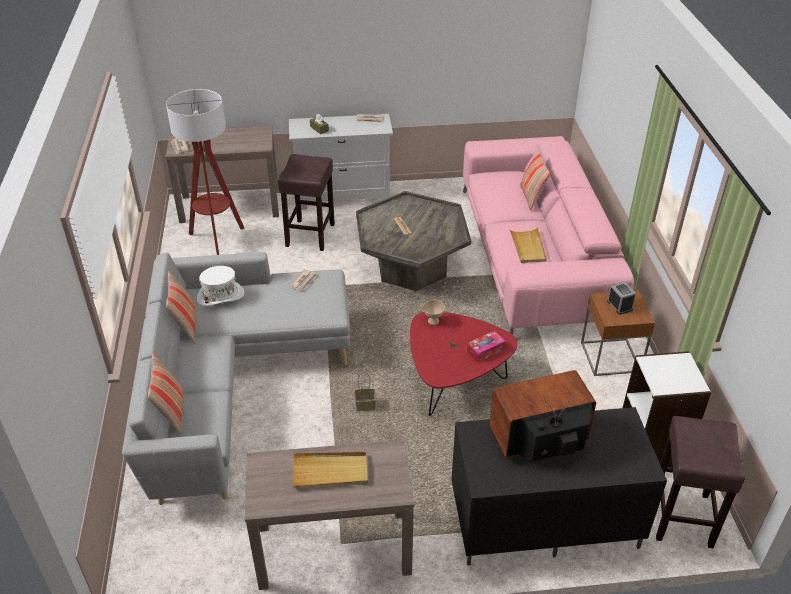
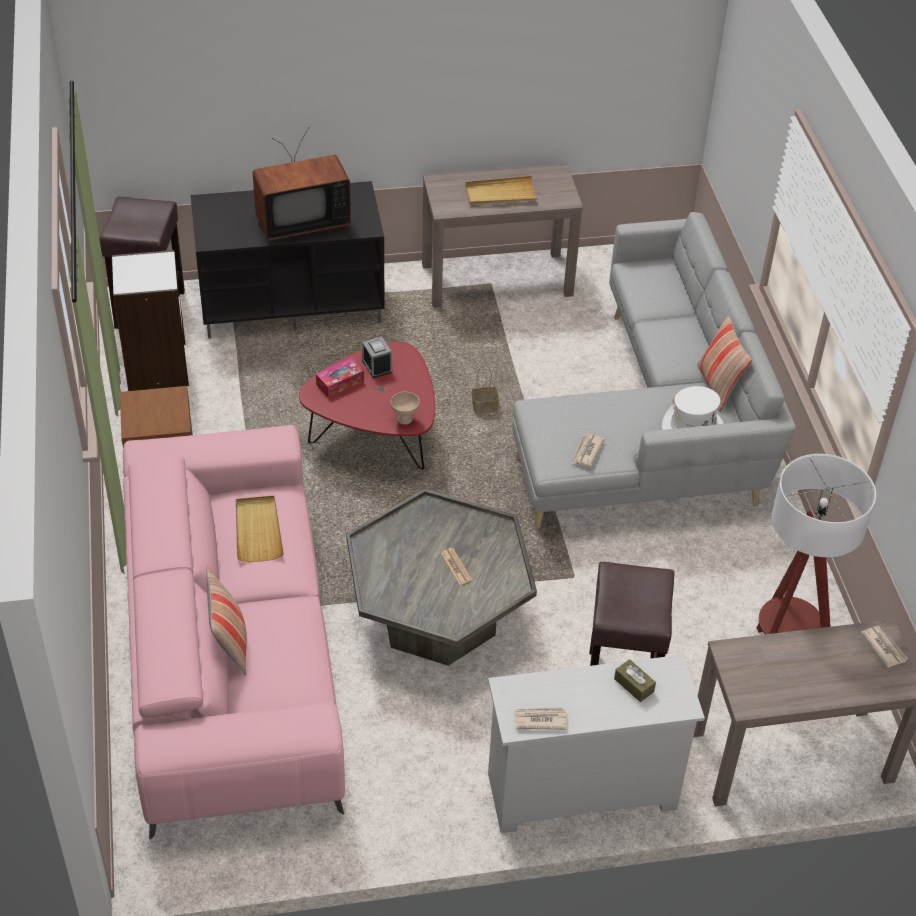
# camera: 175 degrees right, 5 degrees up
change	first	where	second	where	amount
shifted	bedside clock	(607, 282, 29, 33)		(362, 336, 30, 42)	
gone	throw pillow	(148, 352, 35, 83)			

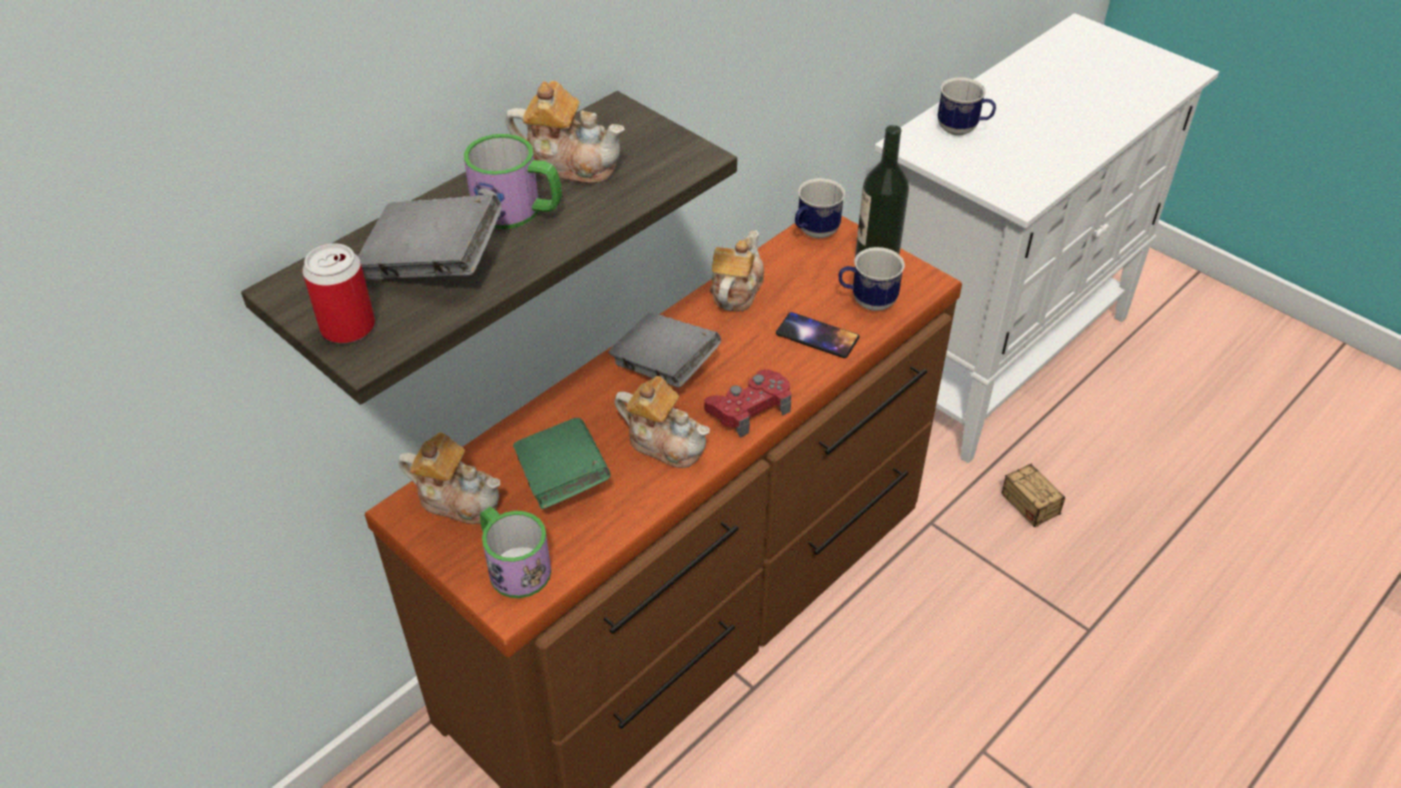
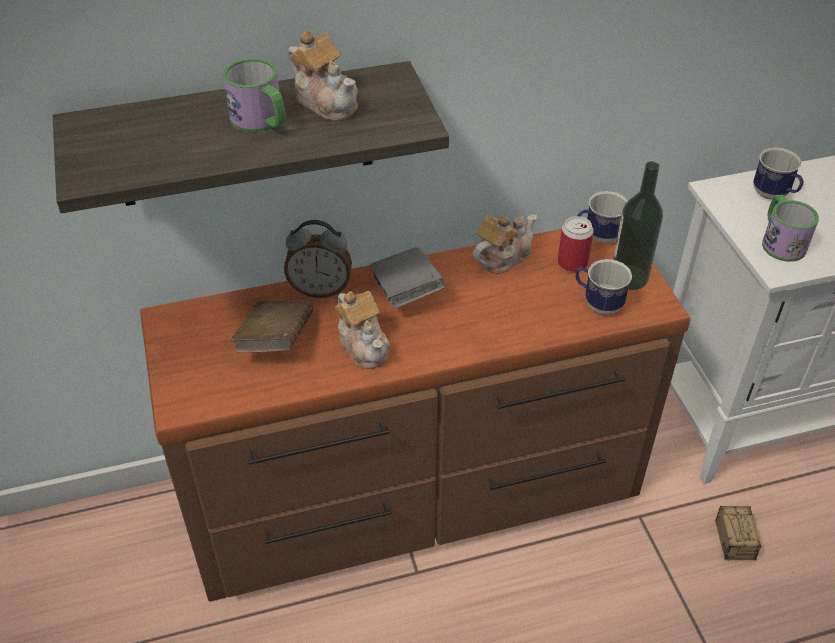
# camera: 30 degrees right, 0 degrees up
change	first	where	second	where	amount
gone	gray bound book	(358, 194, 144, 86)			
shifted	metal can	(302, 243, 73, 101)		(558, 216, 36, 56)	
gone	phone	(776, 312, 83, 46)			
gone	red-coloured joypad	(704, 369, 87, 69)			
repainted	green-coloured bound book	(513, 418, 98, 91)	brown-coloured bound book	(231, 300, 82, 53)	
gone	pot for tea	(398, 432, 102, 92)			
shifted	coffee mug	(480, 506, 71, 92)		(762, 195, 57, 67)	
new			bedside clock	(284, 220, 68, 78)	

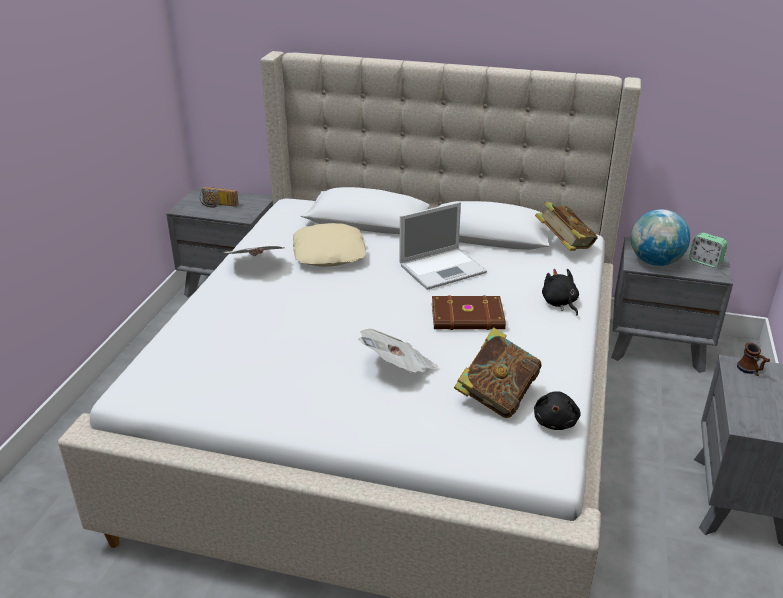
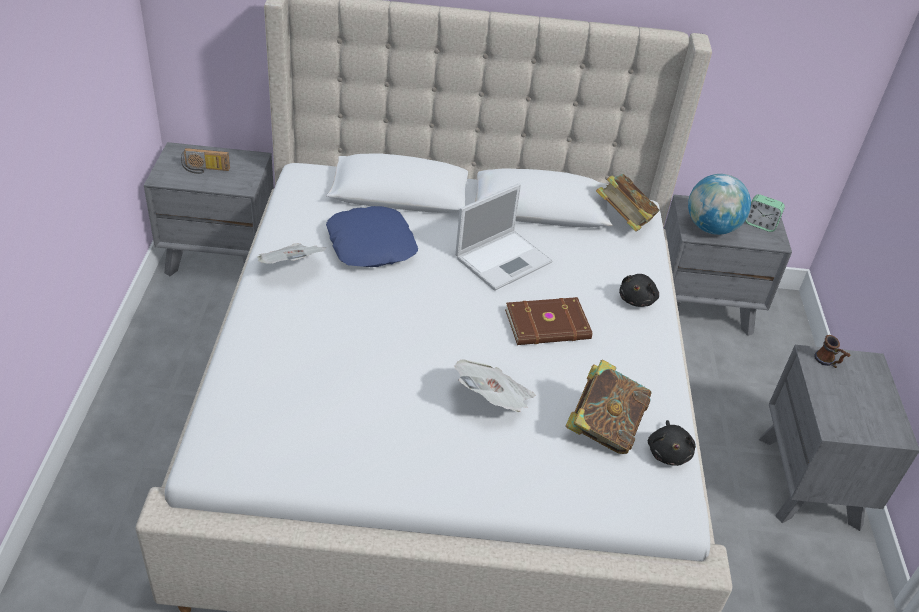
# camera: 15 degrees left, 10 degrees up
change	first	where	second	where	amount
repainted	sand-coloured throw pillow	(293, 223, 73, 44)	blue-coloured throw pillow	(326, 206, 92, 61)	
rotated	blackish plush toy	(542, 269, 37, 47)		(619, 274, 40, 33)	120 degrees counterclockwise

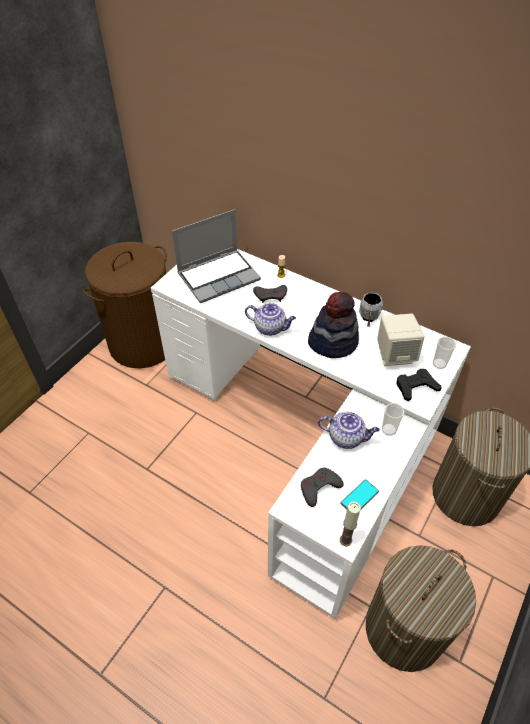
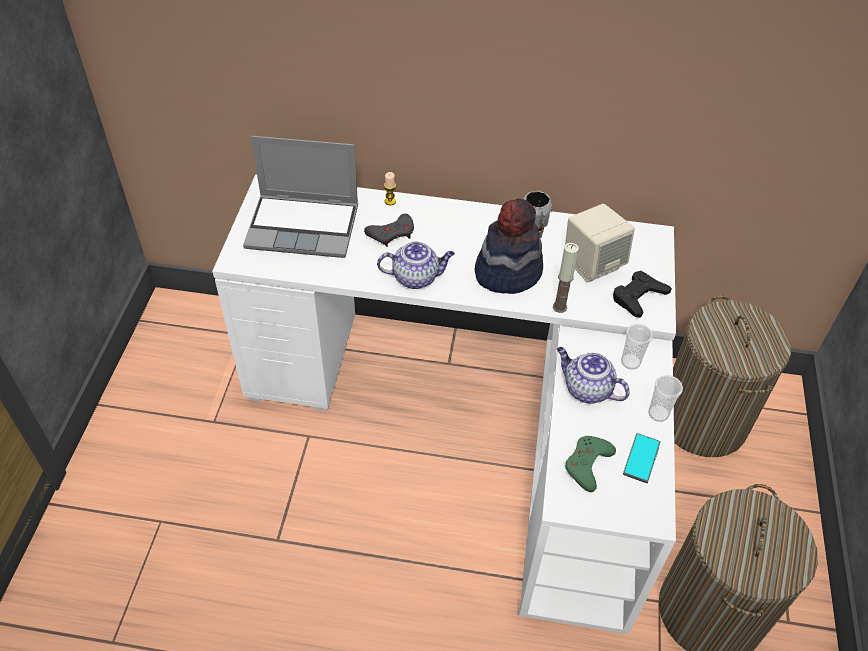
# camera: 25 degrees left, 0 degrees up
change	first	where	second	where	amount
rotated	laptop	(172, 209, 89, 94)		(243, 136, 115, 122)	60 degrees clockwise
gone	brown-coloured laundry basket	(83, 242, 84, 126)			
shifted	small cup	(433, 337, 23, 32)		(648, 375, 35, 47)	
rotated	pot for tea	(318, 412, 62, 37)		(557, 347, 73, 57)	135 degrees counterclockwise
repainted	gray joypad	(301, 468, 43, 39)	green-coloured joypad	(565, 436, 51, 56)	
shifted	wax light	(340, 501, 21, 46)		(553, 243, 26, 70)	

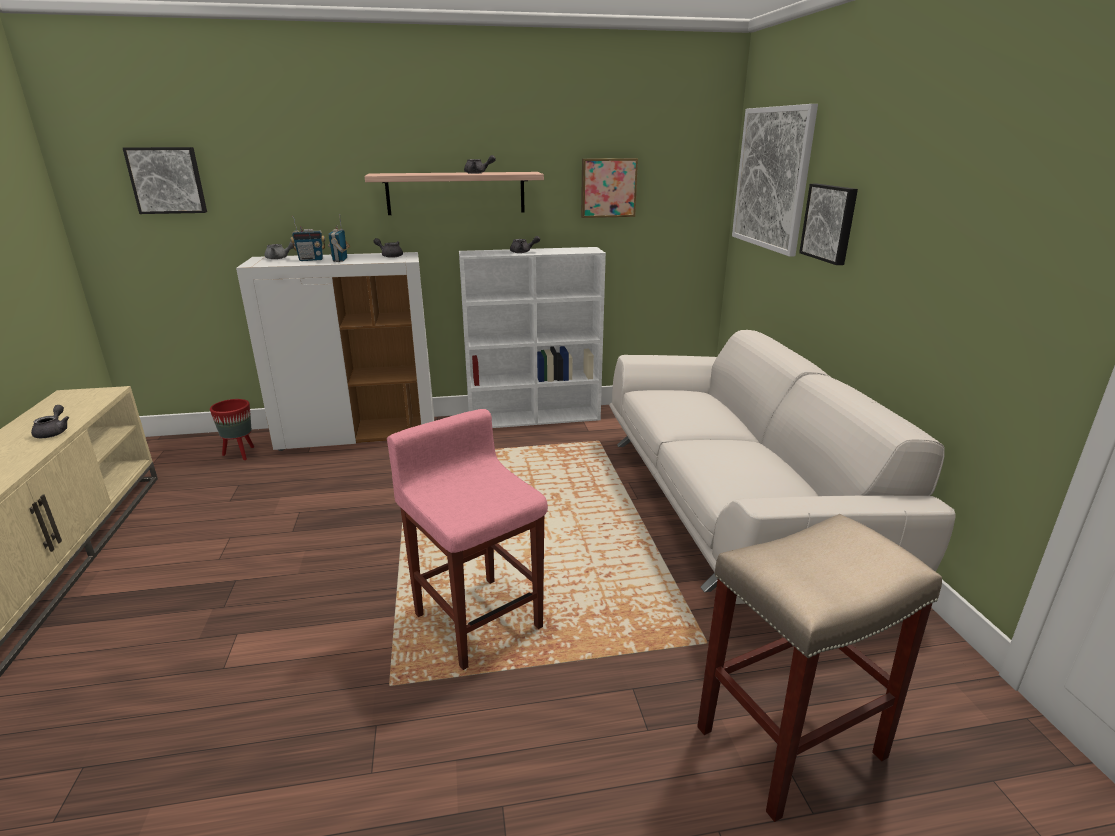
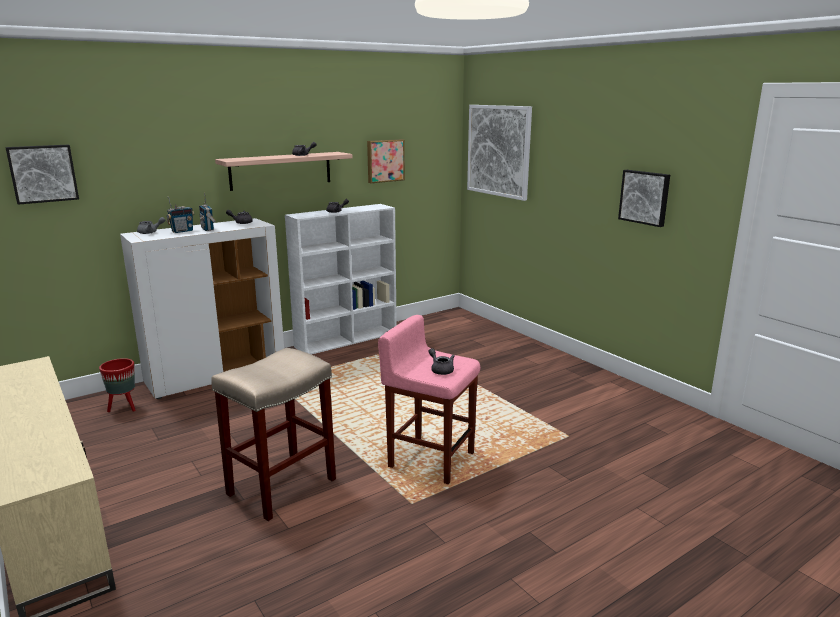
# camera: 25 degrees left, 5 degrees down
change	first	where	second	where	amount
shifted	wall art	(799, 184, 59, 81)		(618, 170, 52, 57)	
gone	whitish settee	(609, 330, 347, 274)			
shifted	gray pot for tea	(31, 405, 38, 33)		(429, 348, 26, 27)	
shifted	sand-coloured sitting stool	(697, 514, 245, 308)		(211, 348, 125, 173)	

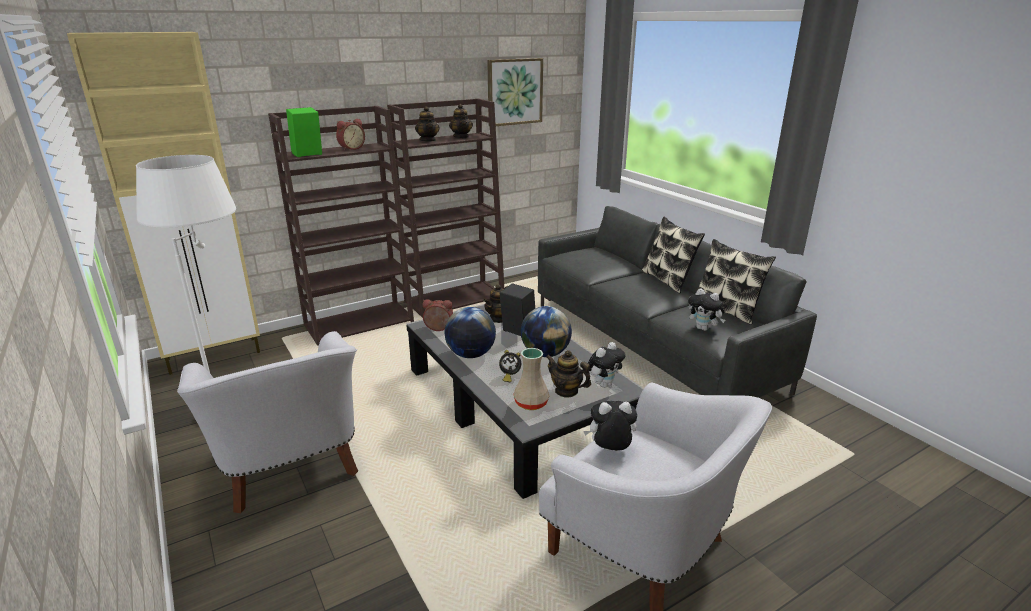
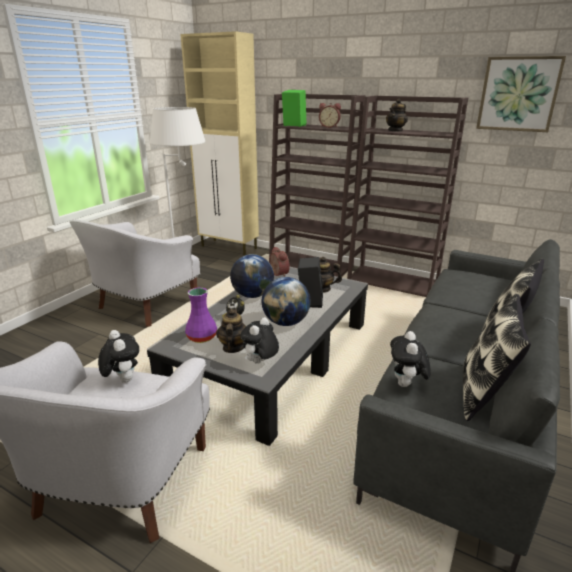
# camera: 60 degrees right, 0 degrees up
change	first	where	second	where	amount
gone	pot for tea	(449, 104, 24, 34)			
rotated	plush toy	(588, 342, 37, 46)		(240, 317, 39, 47)	105 degrees clockwise
repainted	sand-coloured flower vase	(514, 348, 35, 62)	purple flower vase	(185, 288, 32, 55)	

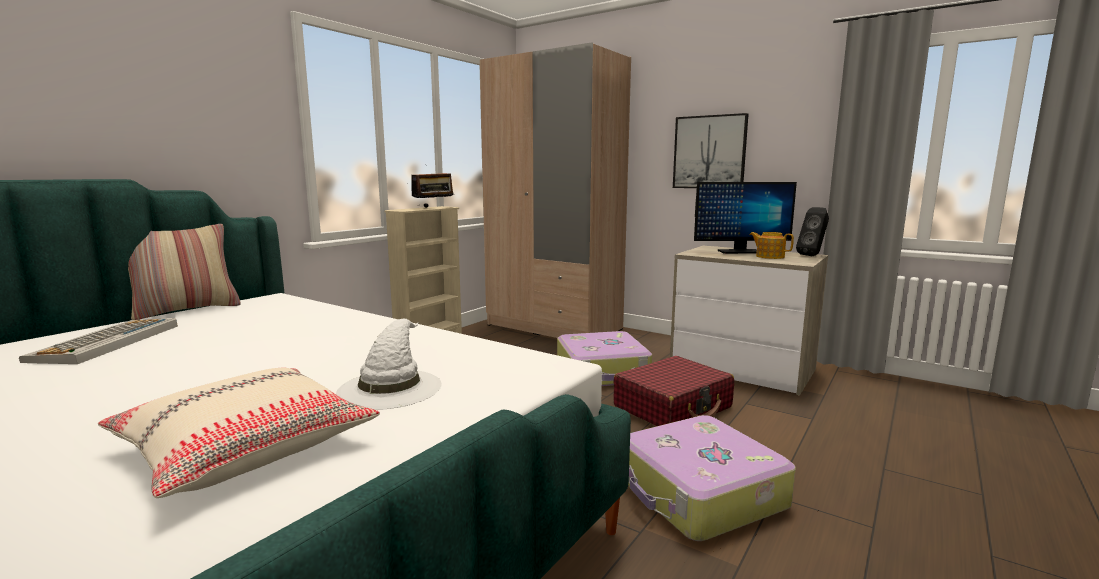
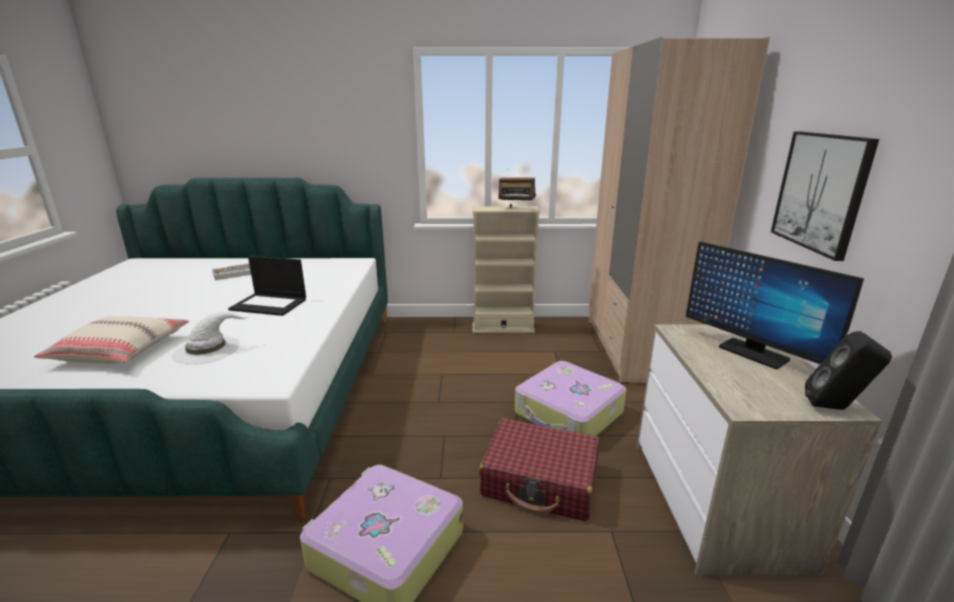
# camera: 55 degrees right, 10 degrees up
change	first	where	second	where	amount
gone	throw pillow	(128, 224, 113, 96)			
gone	pot for tea	(749, 232, 45, 27)			
new			laptop	(228, 256, 78, 60)	

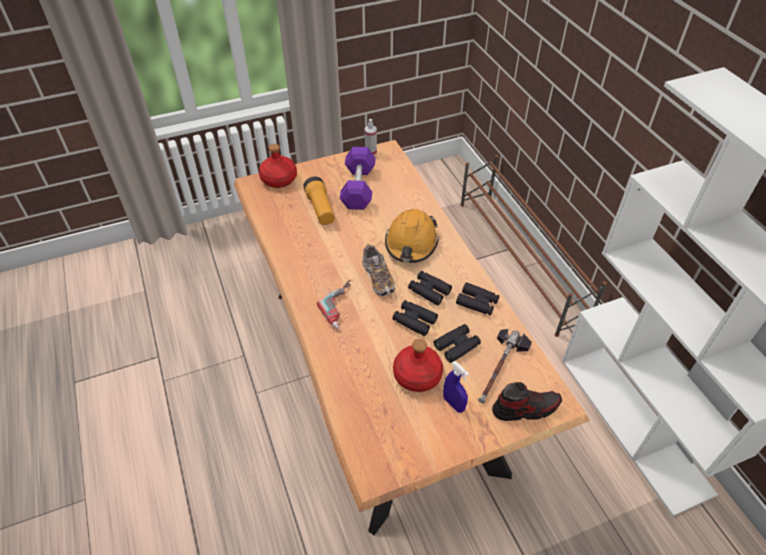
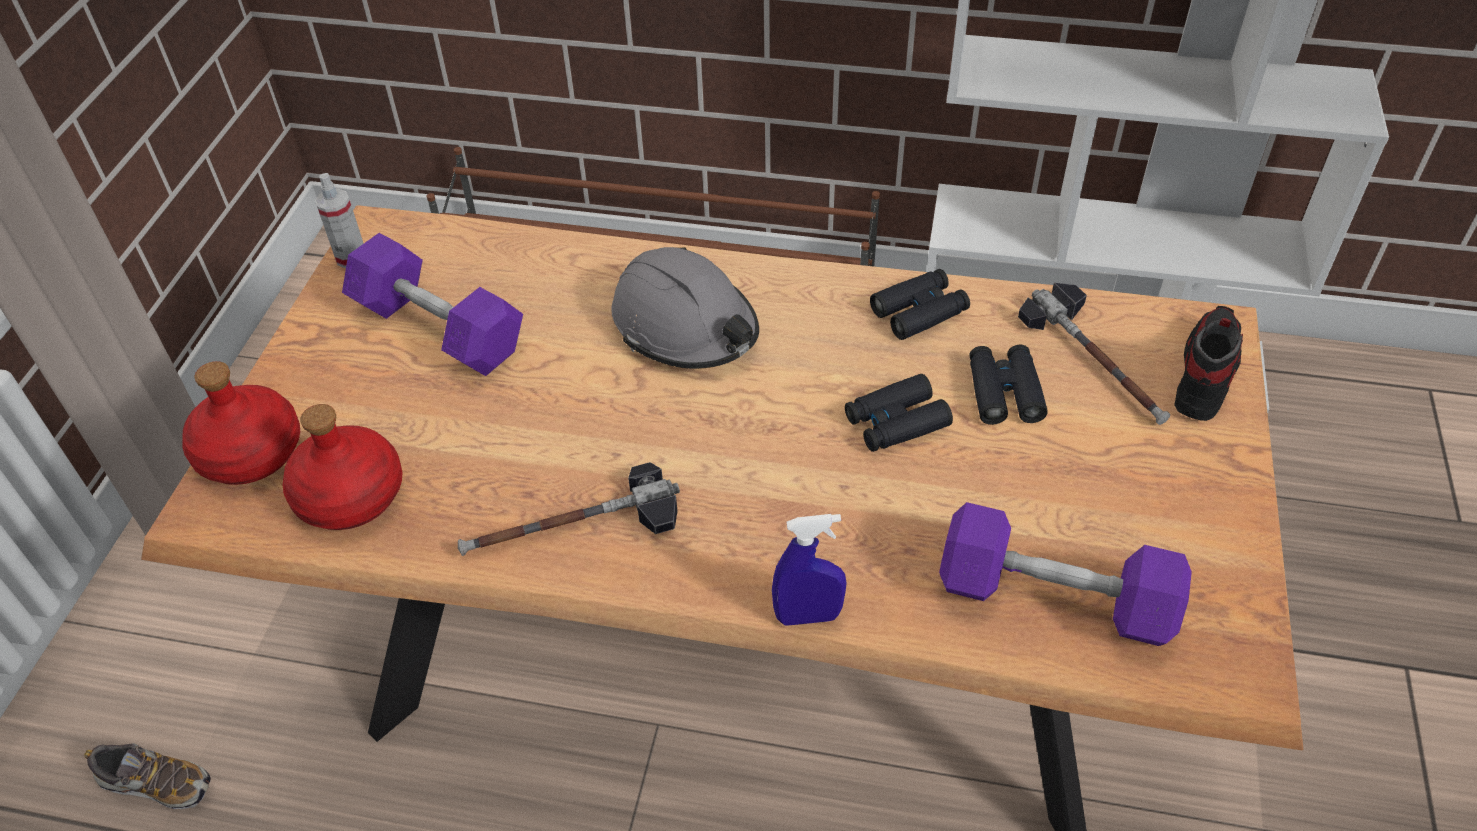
# camera: 55 degrees left, 0 degrees up
change	first	where	second	where	amount
gone	torch	(303, 176, 32, 49)			
repainted	orange-coloured safety helmet	(385, 209, 54, 54)	gray safety helmet	(611, 247, 148, 122)	
shifted	item of footwear	(362, 244, 33, 52)		(84, 743, 127, 66)	
gone	blackish pair of binoculars	(408, 271, 44, 34)			
gone	electric drill	(317, 280, 34, 49)			
shifted	red-coloured drink bottle	(393, 339, 50, 53)		(283, 404, 120, 126)	
shifted	blue-coloured spray bottle	(443, 361, 26, 52)		(772, 514, 75, 112)	
new			hammer	(458, 462, 222, 94)	
new			purple free weight	(939, 502, 253, 144)	

